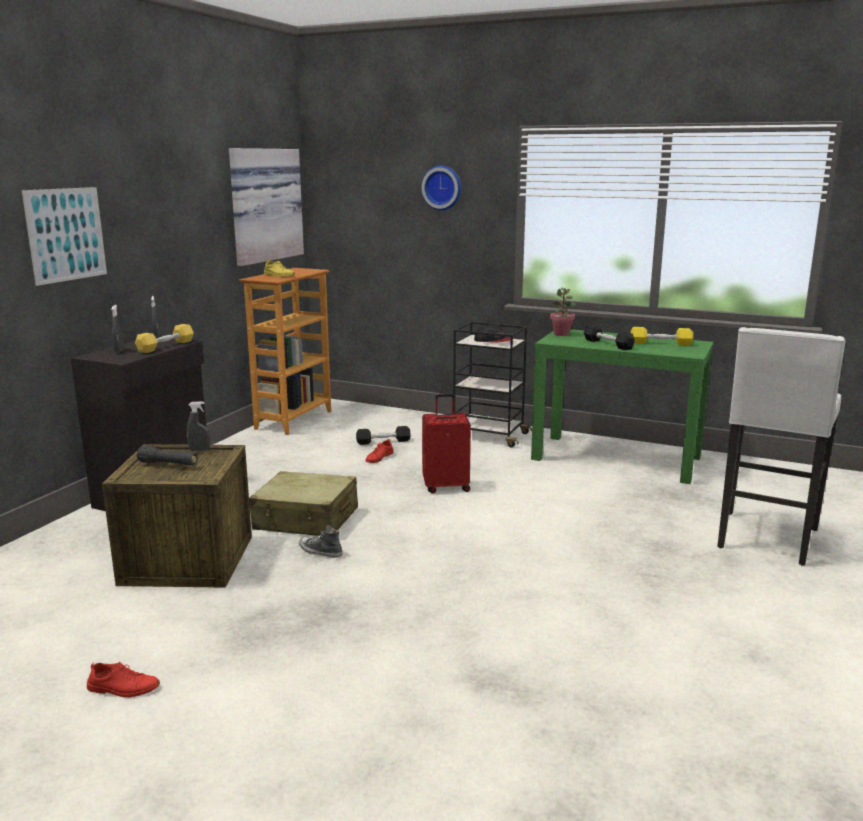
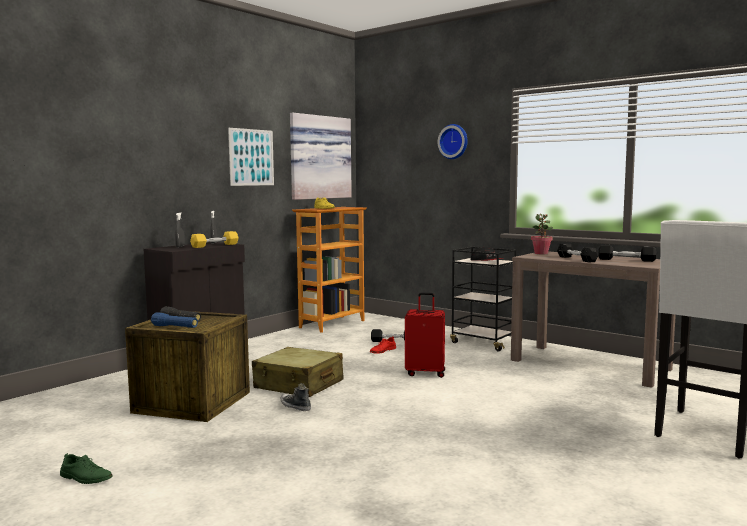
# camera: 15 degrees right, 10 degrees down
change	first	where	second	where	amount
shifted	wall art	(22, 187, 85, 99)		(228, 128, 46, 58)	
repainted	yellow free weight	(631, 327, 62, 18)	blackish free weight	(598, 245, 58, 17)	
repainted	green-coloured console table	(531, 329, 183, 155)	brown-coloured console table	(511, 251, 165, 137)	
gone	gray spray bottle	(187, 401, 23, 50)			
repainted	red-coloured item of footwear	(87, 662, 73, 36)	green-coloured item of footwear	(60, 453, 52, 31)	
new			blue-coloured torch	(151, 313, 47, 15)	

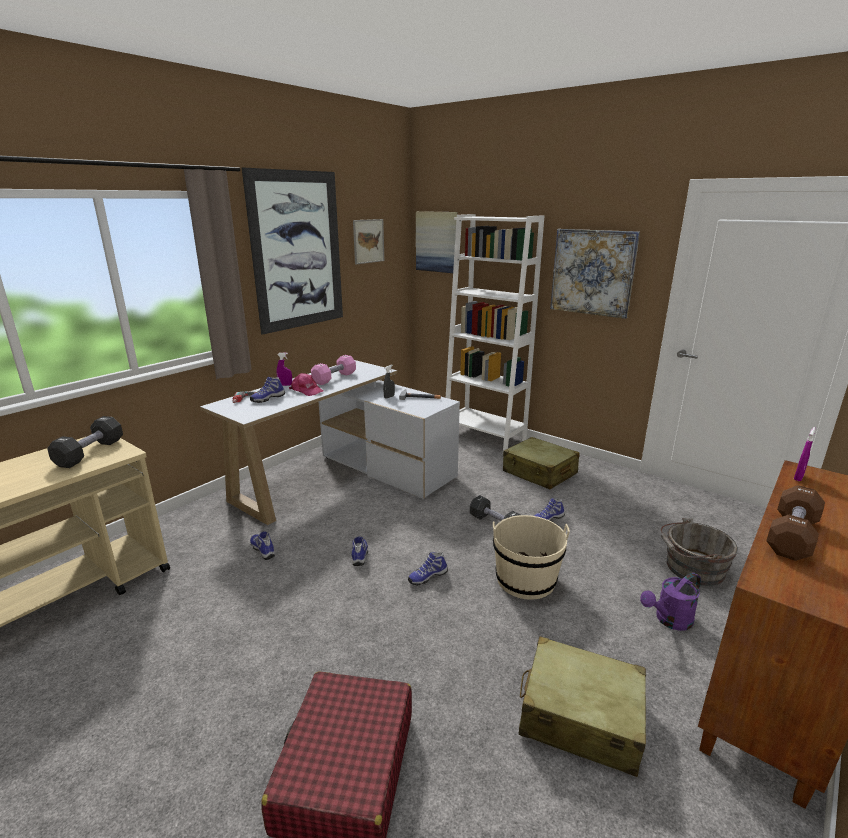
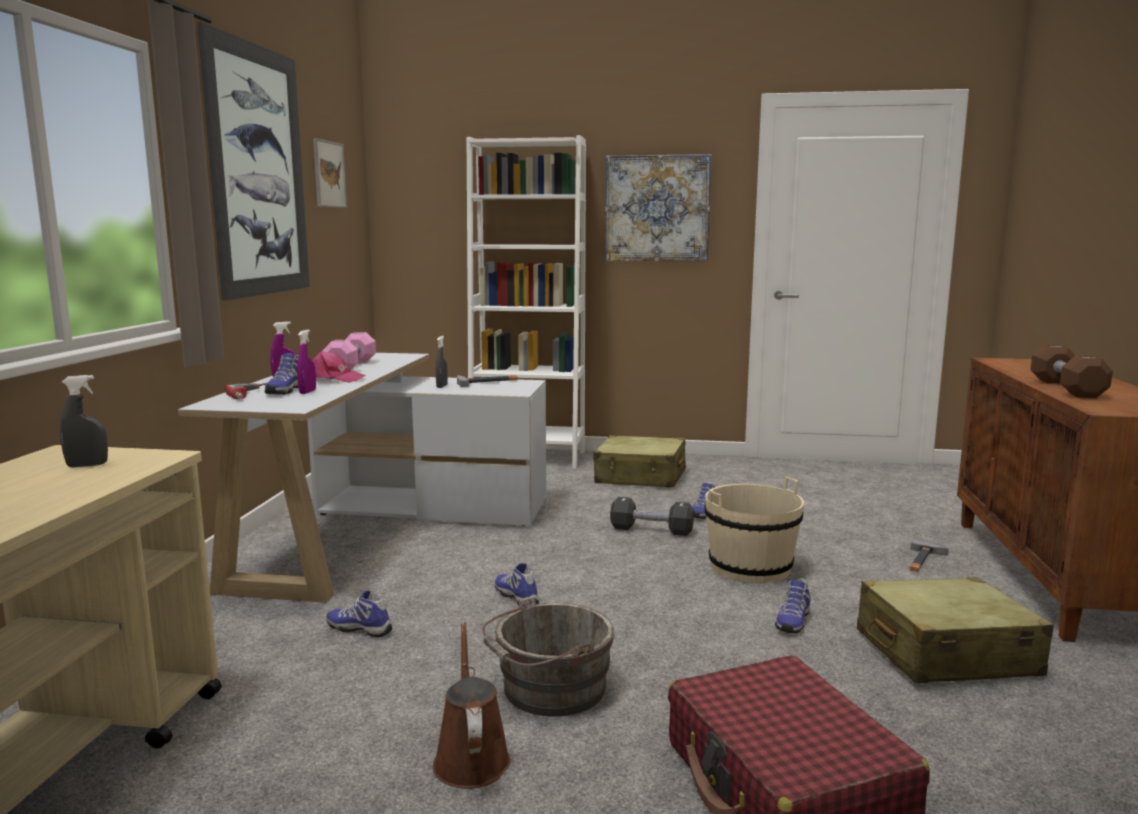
# camera: 30 degrees left, 10 degrees down
change	first	where	second	where	amount
gone	wall art	(416, 211, 41, 62)			
swapped	blackish free weight	(47, 416, 76, 52)	gray spray bottle	(60, 375, 48, 92)	
shifted	purple spray bottle	(794, 427, 21, 54)		(297, 330, 19, 64)	
shifted	gray bucket	(661, 518, 77, 68)		(482, 596, 133, 121)	
shifted	item of footwear	(408, 552, 40, 34)		(775, 578, 36, 56)	
swapped	purple watering pot	(640, 573, 61, 58)	hammer	(909, 540, 40, 32)	
new			brown-coloured watering pot	(433, 622, 78, 167)	

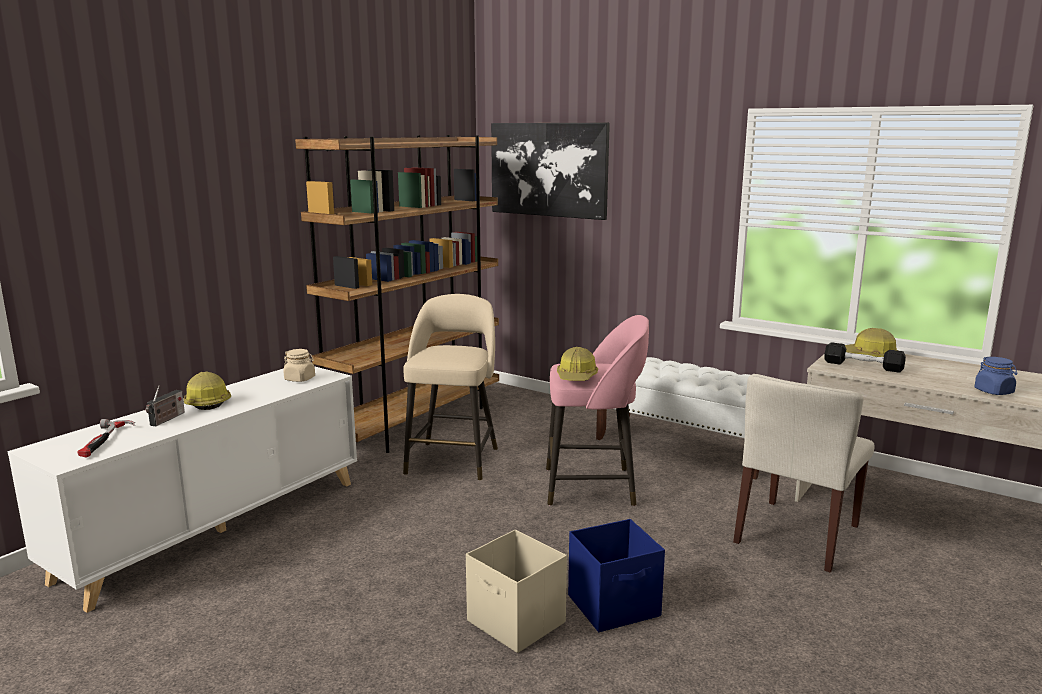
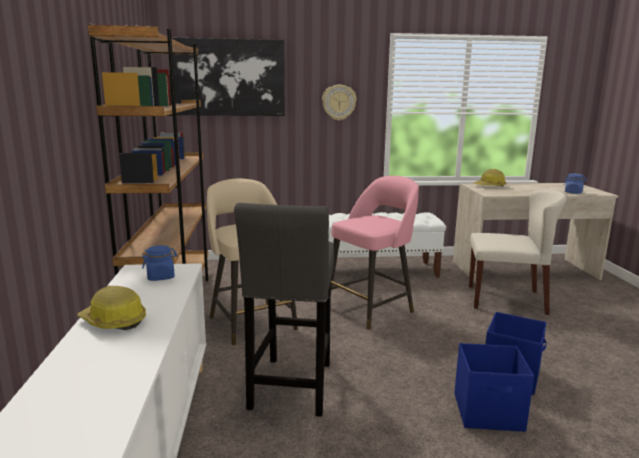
# camera: 40 degrees left, 0 degrees up
change	first	where	second	where	amount
gone	blackish free weight	(824, 342, 82, 31)			
gone	safety helmet	(557, 347, 41, 34)			
repainted	sand-coloured jar	(283, 349, 32, 33)	blue-coloured jar	(142, 245, 35, 36)	
rotated	sand-coloured upright chair	(733, 374, 142, 199)		(469, 190, 98, 125)	75 degrees counterclockwise
gone	radio	(146, 386, 39, 40)			
gone	hammer	(78, 419, 57, 39)			
repainted	sand-coloured storage container	(466, 529, 101, 124)	blue-coloured storage container	(454, 343, 80, 89)	
new			hanging clock	(322, 85, 35, 36)	
new			gray sitting stool	(234, 203, 100, 214)	

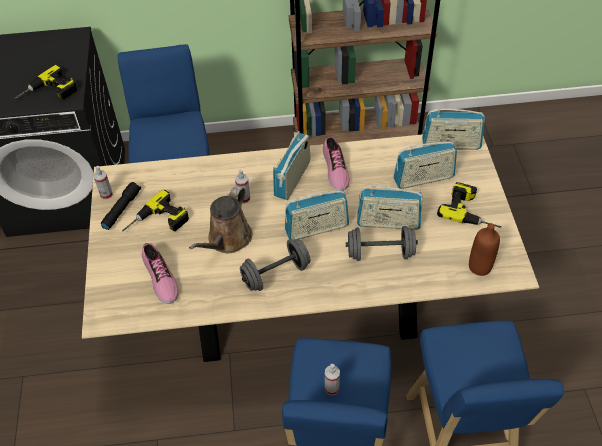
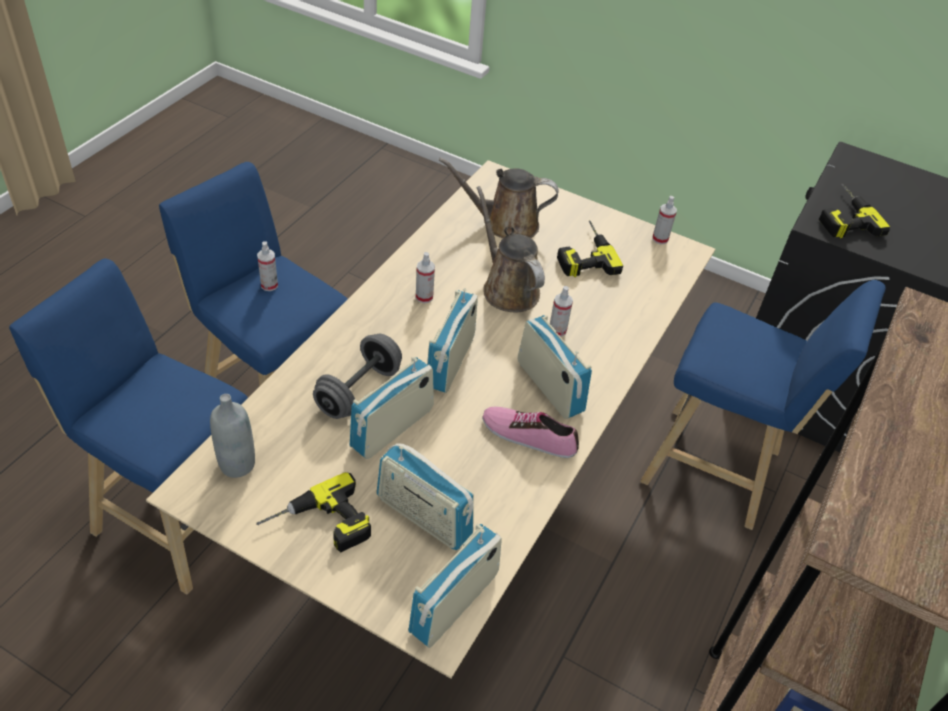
# camera: 120 degrees right, 5 degrees down
change	first	where	second	where	amount
rotated	radio	(393, 141, 64, 48)		(377, 443, 97, 107)	75 degrees counterclockwise
gone	blackish torch	(101, 182, 40, 48)			
repainted	brown-coloured drink bottle	(469, 223, 31, 53)	gray drink bottle	(210, 394, 45, 84)	
swapped	gray free weight	(240, 239, 70, 52)	spray bottle	(416, 252, 19, 51)	
swapped	item of footwear	(142, 243, 37, 61)	brown-coloured watering pot	(439, 158, 120, 81)	

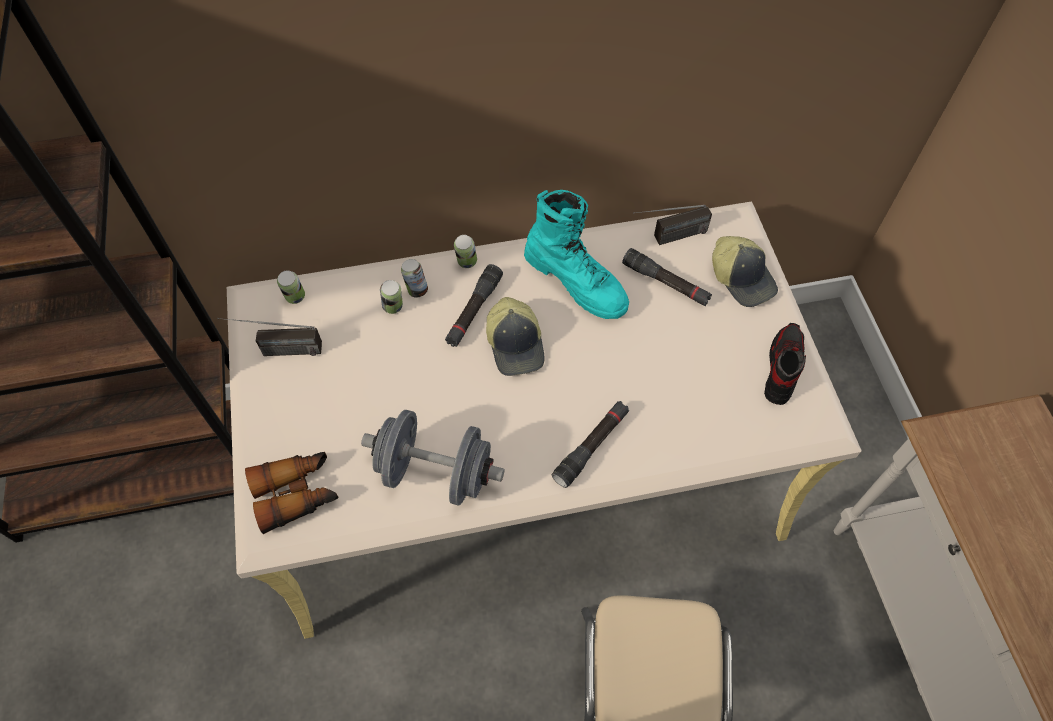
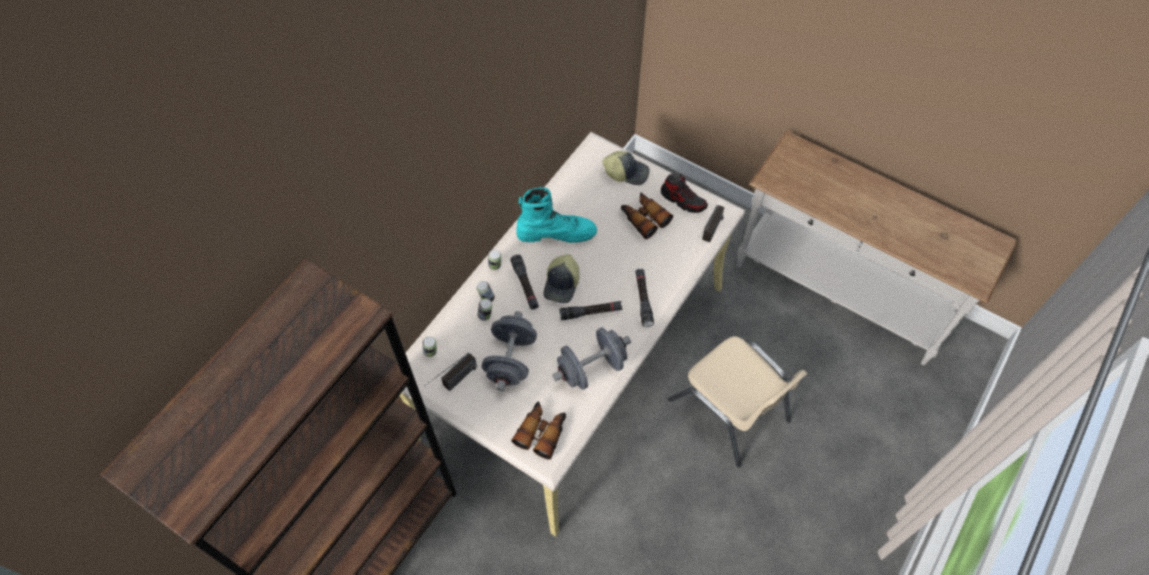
# camera: 45 degrees left, 0 degrees up
change	first	where	second	where	amount
shifted	radio	(633, 205, 79, 40)		(700, 205, 24, 38)	
shifted	blackish torch	(622, 248, 90, 58)		(559, 301, 63, 19)	
rotated	peaked cap	(486, 297, 58, 79)		(543, 254, 36, 49)	75 degrees clockwise
rotated	item of footwear	(764, 323, 42, 82)		(661, 173, 47, 40)	150 degrees clockwise
new			pair of binoculars	(621, 192, 52, 47)	
new			gray free weight	(482, 311, 55, 80)	

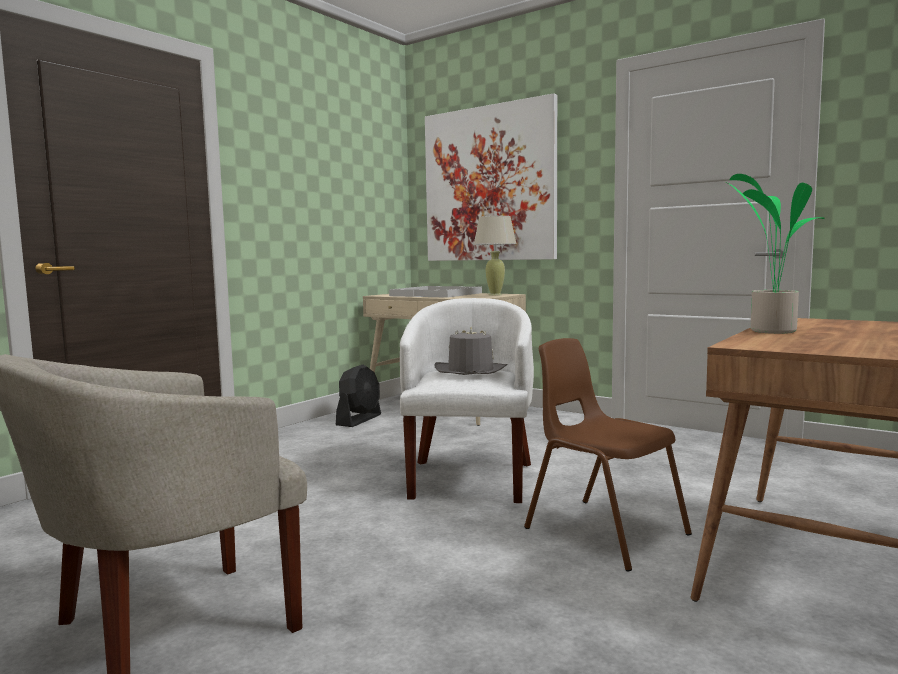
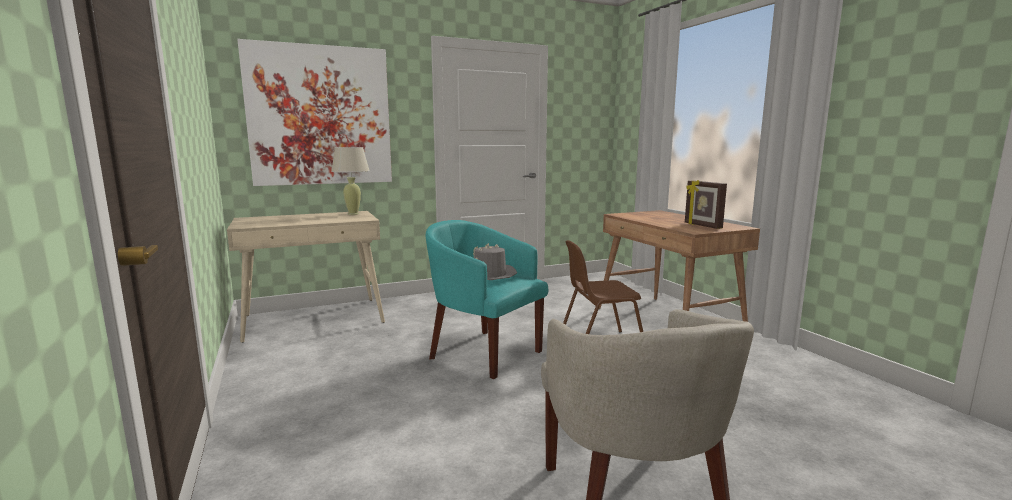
# camera: 60 degrees left, 5 degrees up
change	first	where	second	where	amount
gone	houseplant	(726, 174, 99, 160)			
gone	whitish carrying tray	(389, 286, 93, 12)			
repainted	whitish lounge chair	(400, 298, 134, 205)	blue-green lounge chair	(426, 220, 122, 159)	
gone	blackish electric fan	(336, 365, 45, 62)			
new			picture frame	(685, 180, 42, 49)	

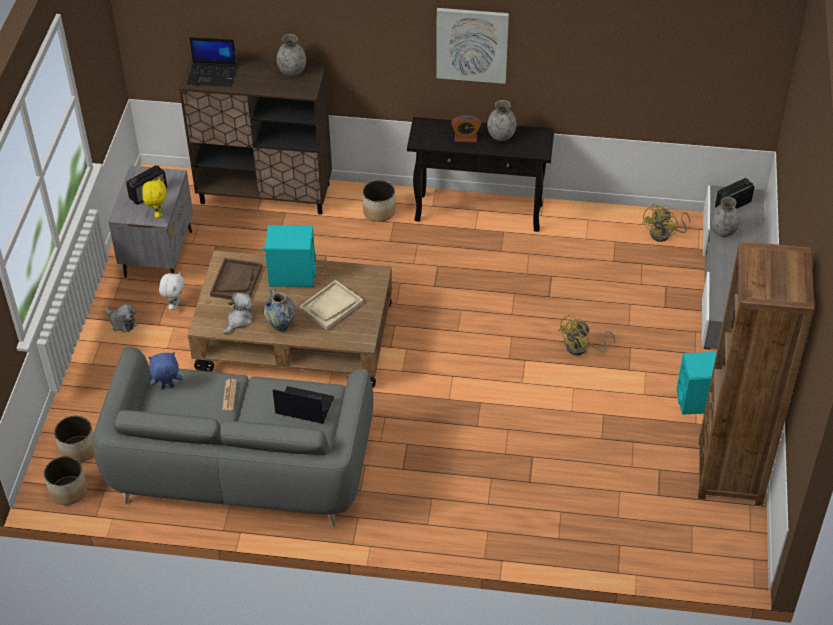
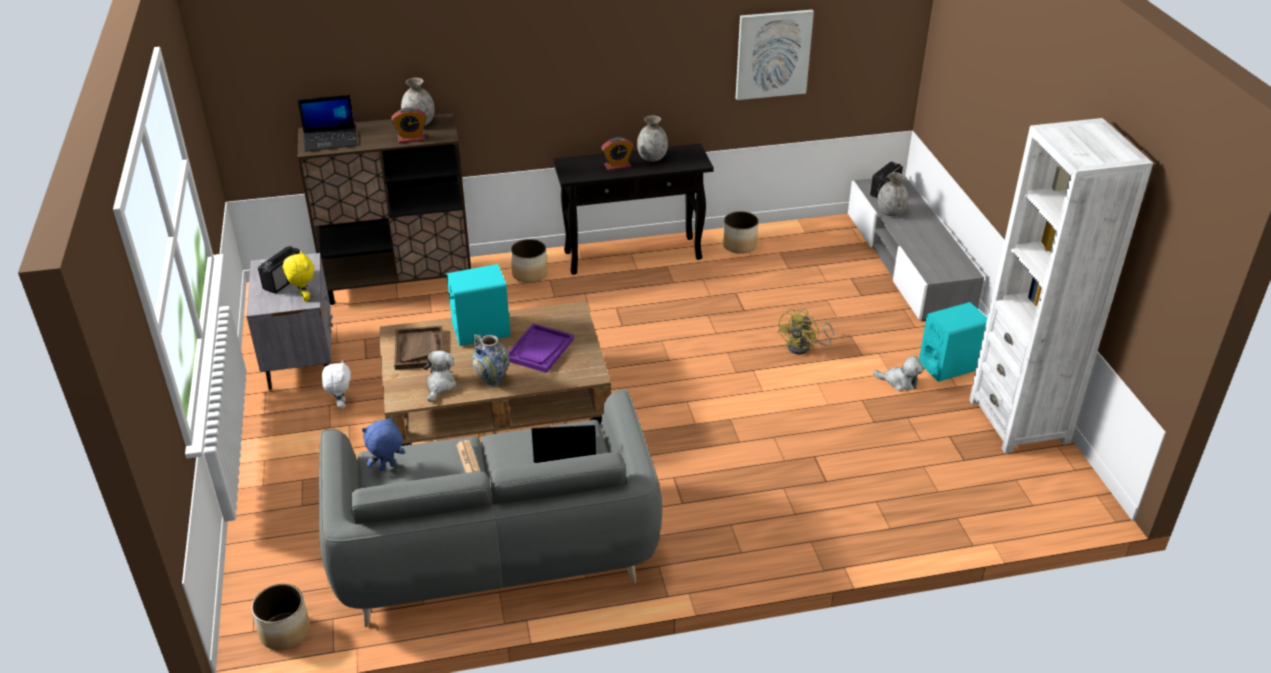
# camera: 20 degrees left, 10 degrees down
change	first	where	second	where	amount
shifted	wall art	(436, 8, 73, 76)		(736, 10, 78, 90)	
gone	yellow electric fan	(642, 204, 48, 38)			
repainted	brown-coloured shelving unit	(698, 241, 116, 265)	whitish shelving unit	(969, 118, 184, 336)	
repainted	sand-coloured carrying tray	(299, 280, 65, 50)	purple carrying tray	(509, 324, 65, 49)	
shifted	plush toy	(105, 304, 33, 28)		(873, 356, 50, 35)	
shifted	plant pot	(54, 416, 40, 47)		(723, 211, 35, 43)	
new			bedside clock	(391, 107, 35, 36)	

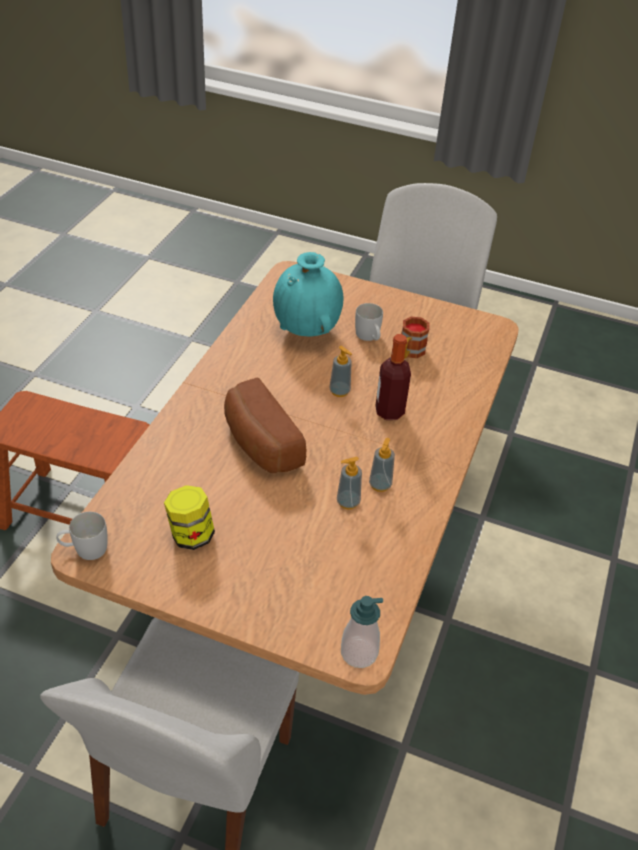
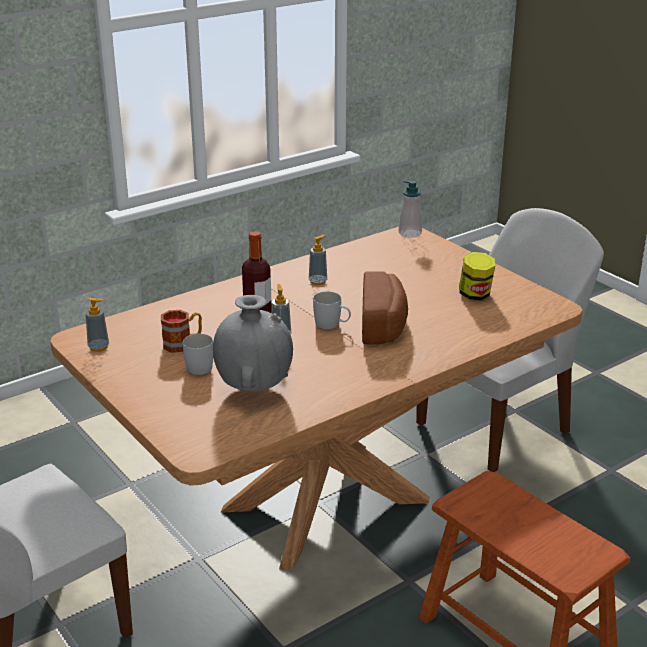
# camera: 145 degrees left, 15 degrees down
change	first	where	second	where	amount
repainted	blue-green flower vase	(273, 252, 70, 84)	gray flower vase	(213, 295, 80, 96)	
shifted	liquid soap bottle	(337, 457, 25, 52)		(85, 298, 24, 54)	
shifted	whitish coffee mug	(57, 512, 51, 48)		(313, 291, 38, 38)	

